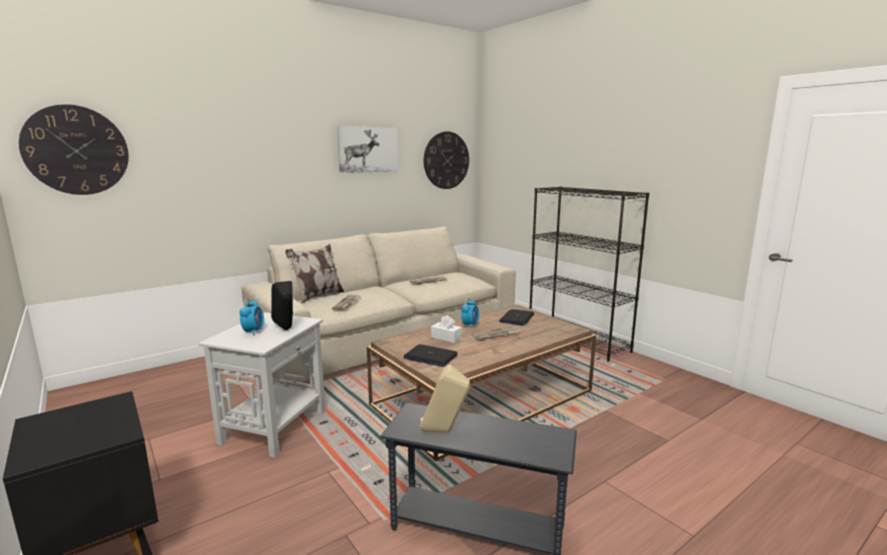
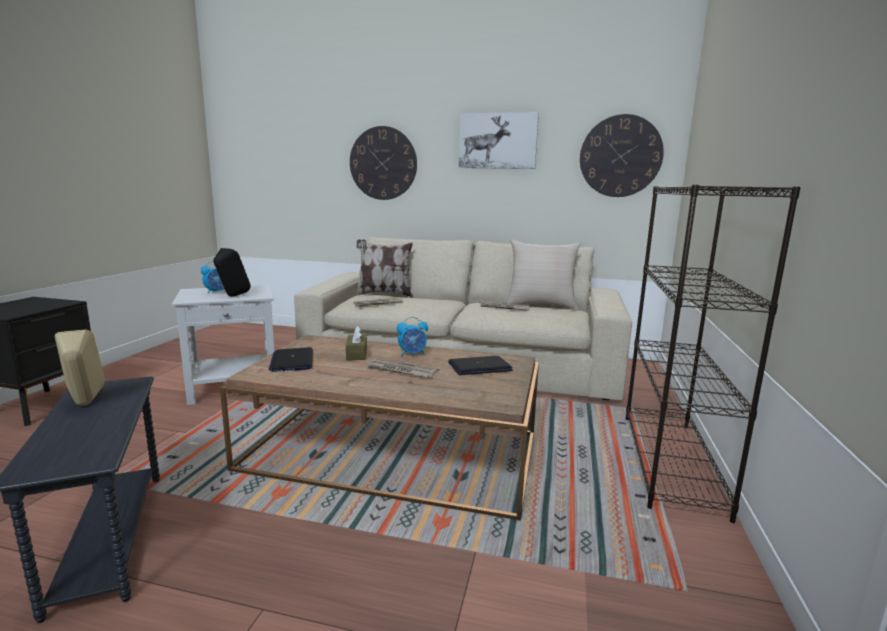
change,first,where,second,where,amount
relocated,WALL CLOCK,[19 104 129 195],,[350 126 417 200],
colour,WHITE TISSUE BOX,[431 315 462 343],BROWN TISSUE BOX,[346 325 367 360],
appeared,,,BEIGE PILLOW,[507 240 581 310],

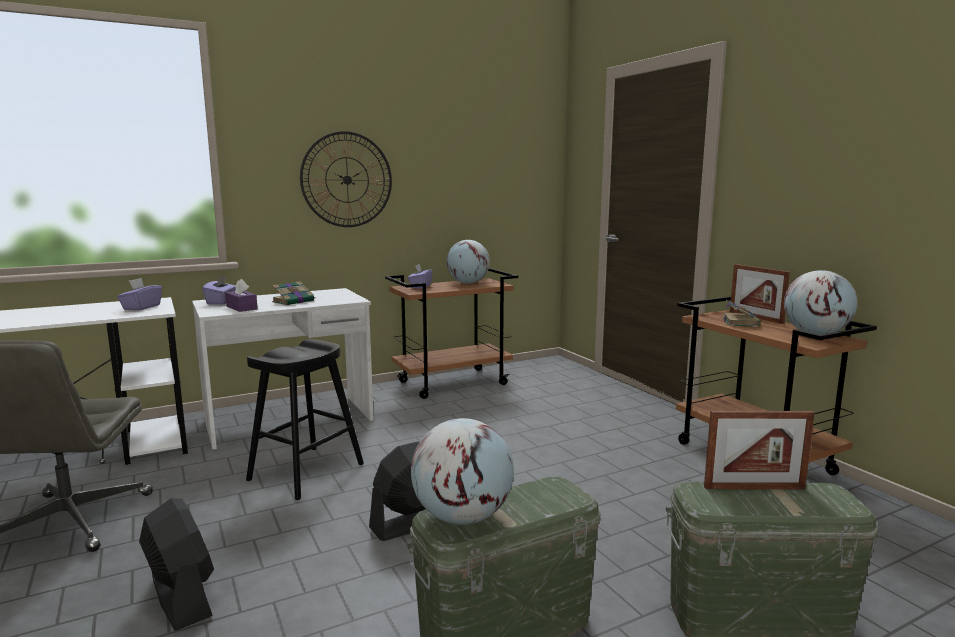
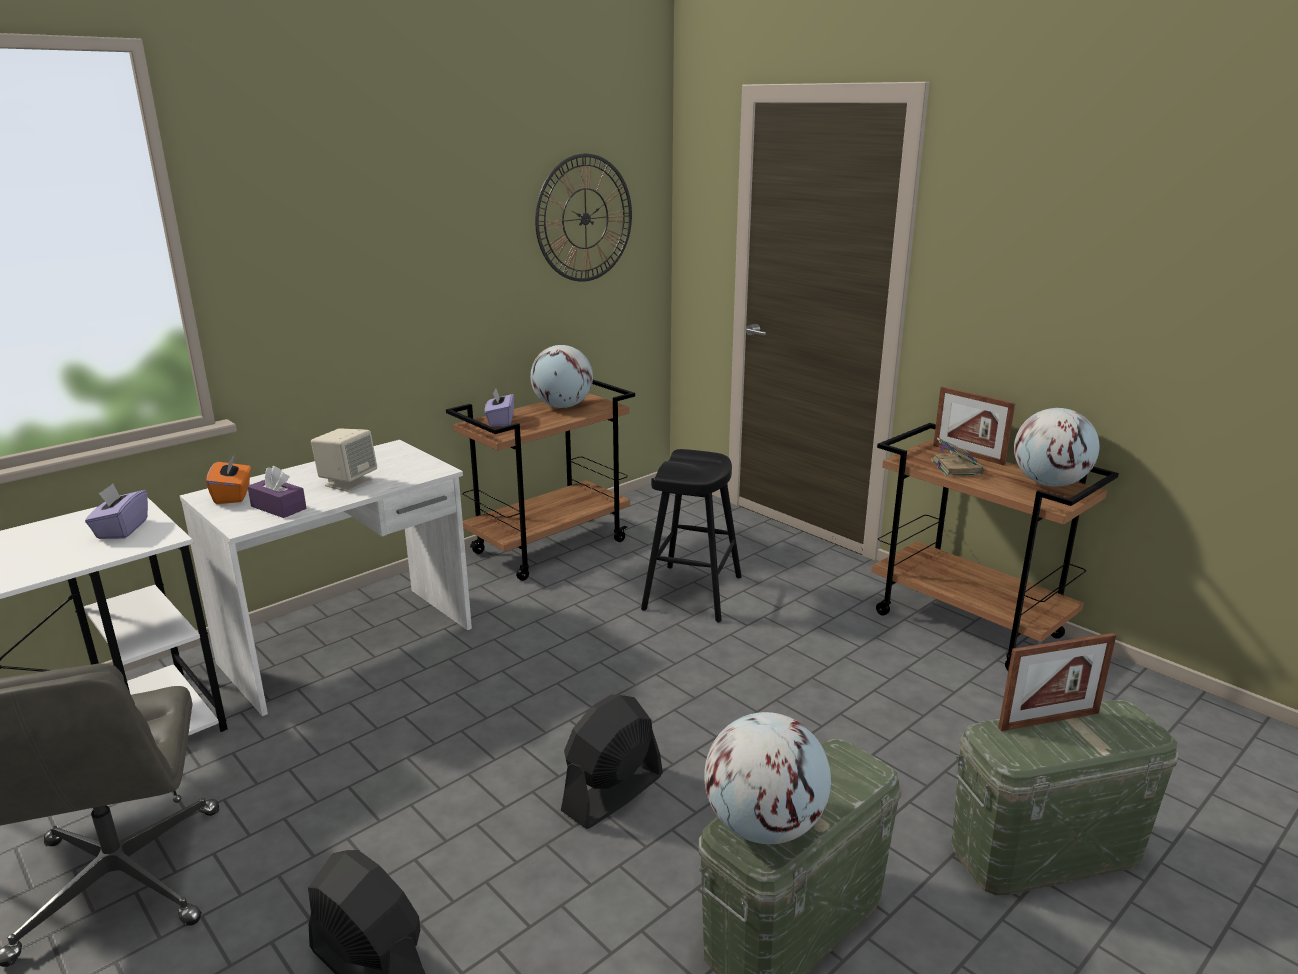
change,first,where,second,where,amount
colour,PURPLE TISSUE BOX,[202 275 236 305],ORANGE TISSUE BOX,[206 454 251 504],
relocated,BLACK STOOL,[246 339 364 500],,[641 449 742 622],
exchanged,BOOK,[272 281 314 305],BEIGE SPEAKER,[311 429 377 492],
relocated,WALL CLOCK,[300 131 392 227],,[535 154 632 282],

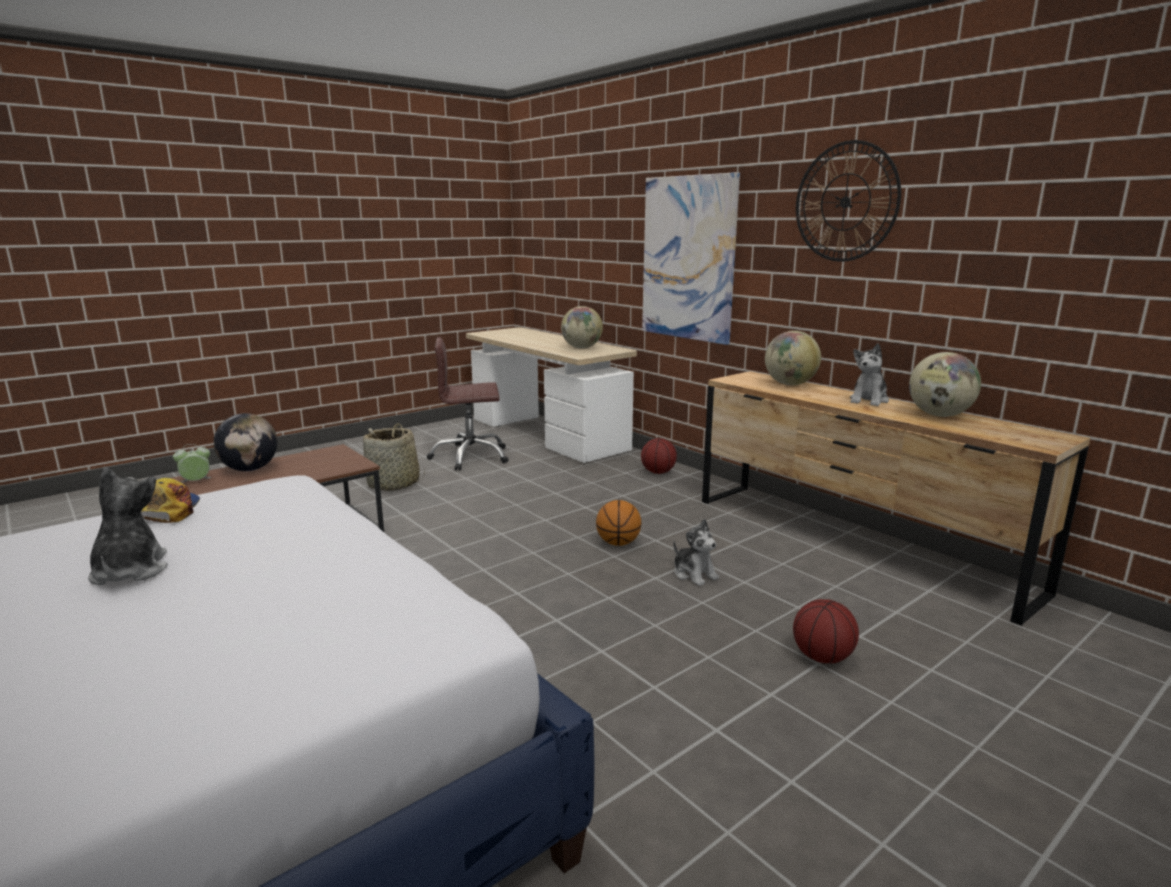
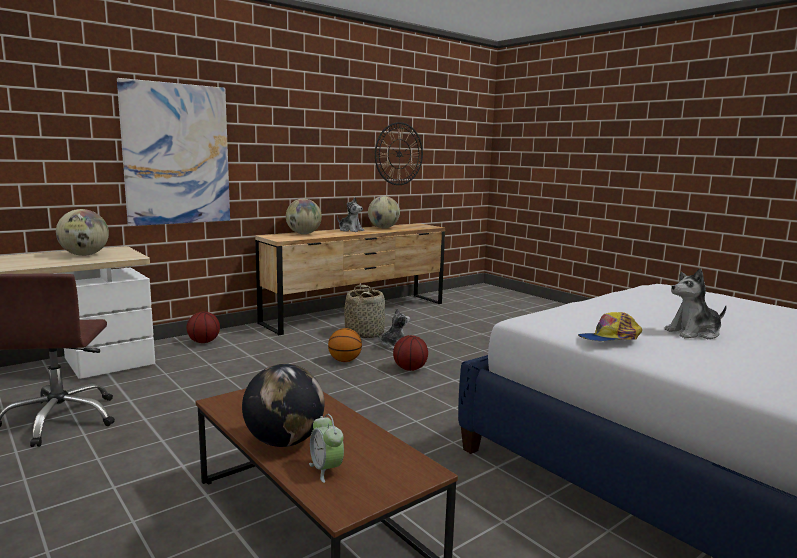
change,first,where,second,where,amount
relocated,BASKET,[363 423 425 491],,[344 285 385 338],
relocated,BASKETBALL,[793 599 859 663],,[393 335 428 371],
relocated,WALL CLOCK,[796 140 901 262],,[375 122 423 185],

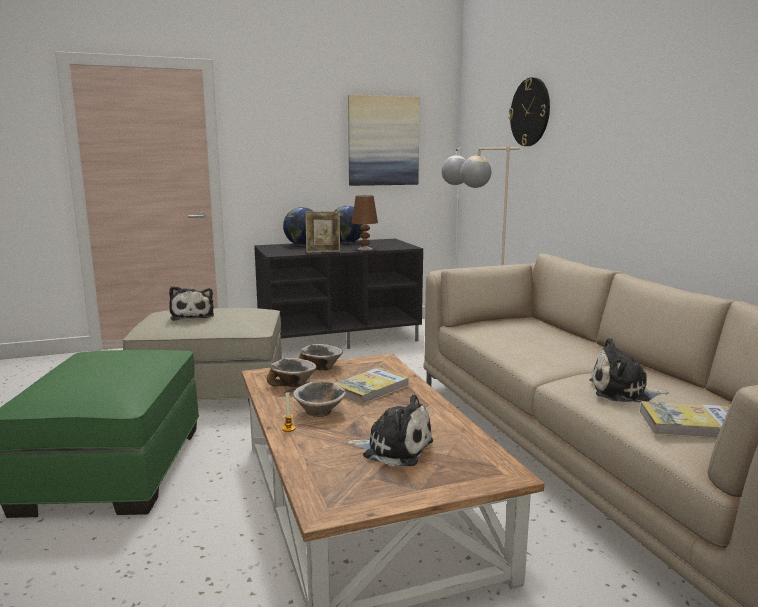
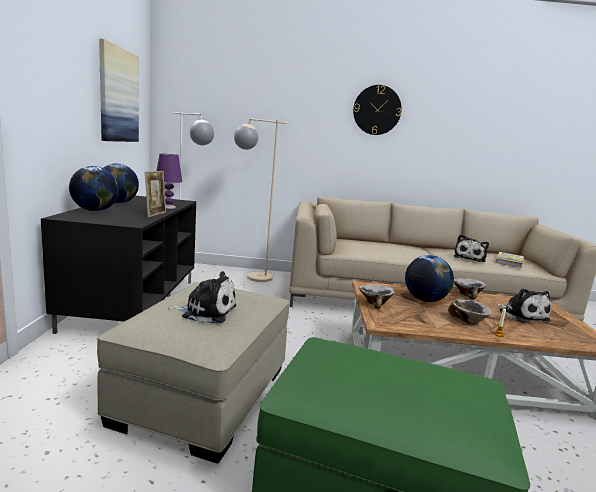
change,first,where,second,where,amount
relocated,BOWL,[267 358 317 387],,[454 278 486 300],
exchanged,BOOK,[335 367 410 404],GLOBE,[405 255 454 302],
spun,PLUSH TOY,[346 395 433 466],,[497 288 551 323],120 degrees clockwise
colour,BROWN TABLE LAMP,[352 195 378 250],PURPLE TABLE LAMP,[156 154 182 209],
relocated,WALL CLOCK,[509 77 550 146],,[353 85 402 135],

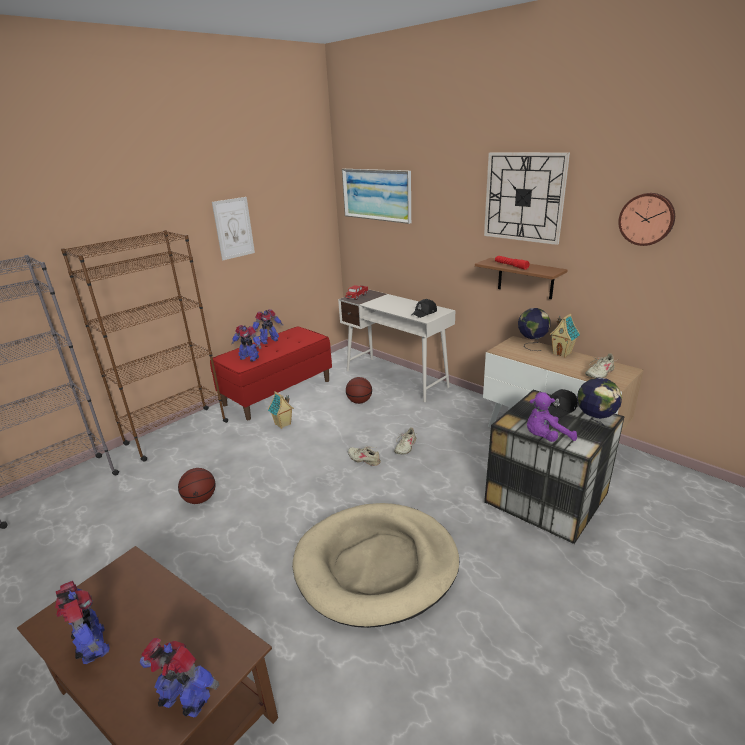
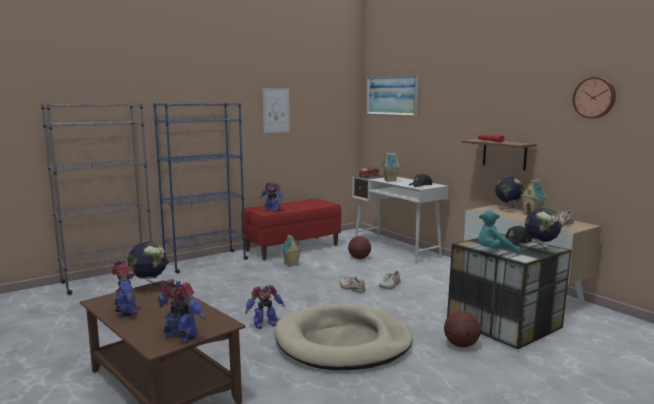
change,first,where,second,where,amount
colour,BROWN BOOKCASE,[61 230 229 461],BLUE BOOKCASE,[153 103 248 273],
relocated,BASKETBALL,[178 468 216 504],,[444 311 481 347],
relocated,TOY ROBOT,[253 309 283 344],,[245 285 285 329],
missing,WALL CLOCK,[484 152 570 245],,,
colour,PURPLE PLUSH TOY,[527 392 577 442],TURQUOISE PLUSH TOY,[478 210 521 255],
appeared,,,GLOBE,[127 241 167 294],
appeared,,,TOY HOUSE,[382 153 399 182],

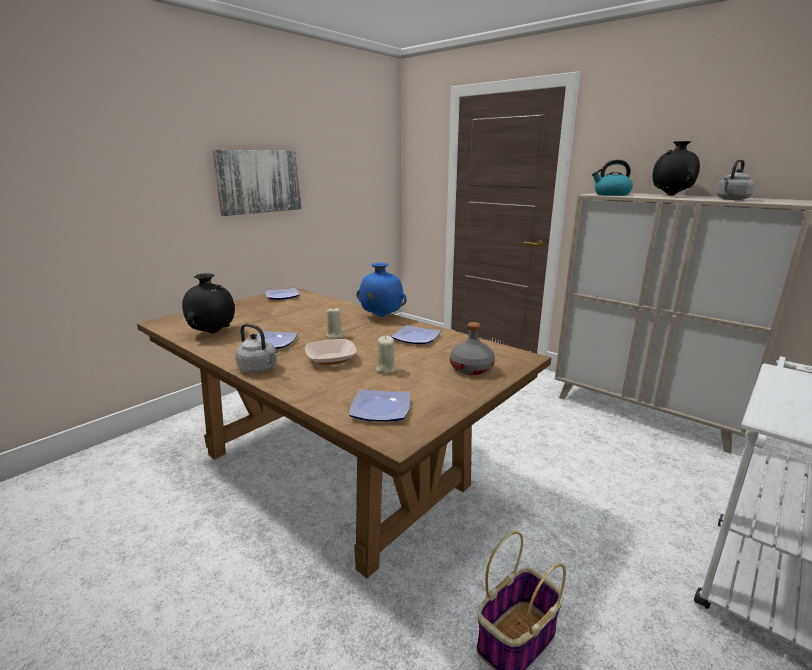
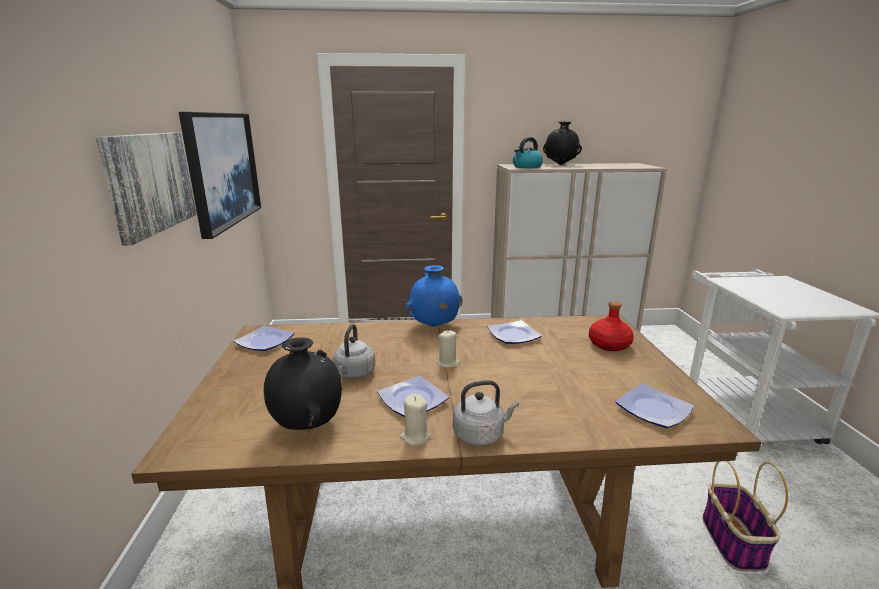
change,first,where,second,where,amount
missing,BOWL,[305 339 356 365],,,
relocated,BEIGE CANDLE,[376 336 396 374],,[400 394 431 446],
colour,GREY BOTTLE,[450 322 495 375],RED BOTTLE,[589 301 634 351],
relocated,GREY KETTLE,[716 160 755 200],,[333 324 375 379],
appeared,,,PICTURE,[179 112 261 239],

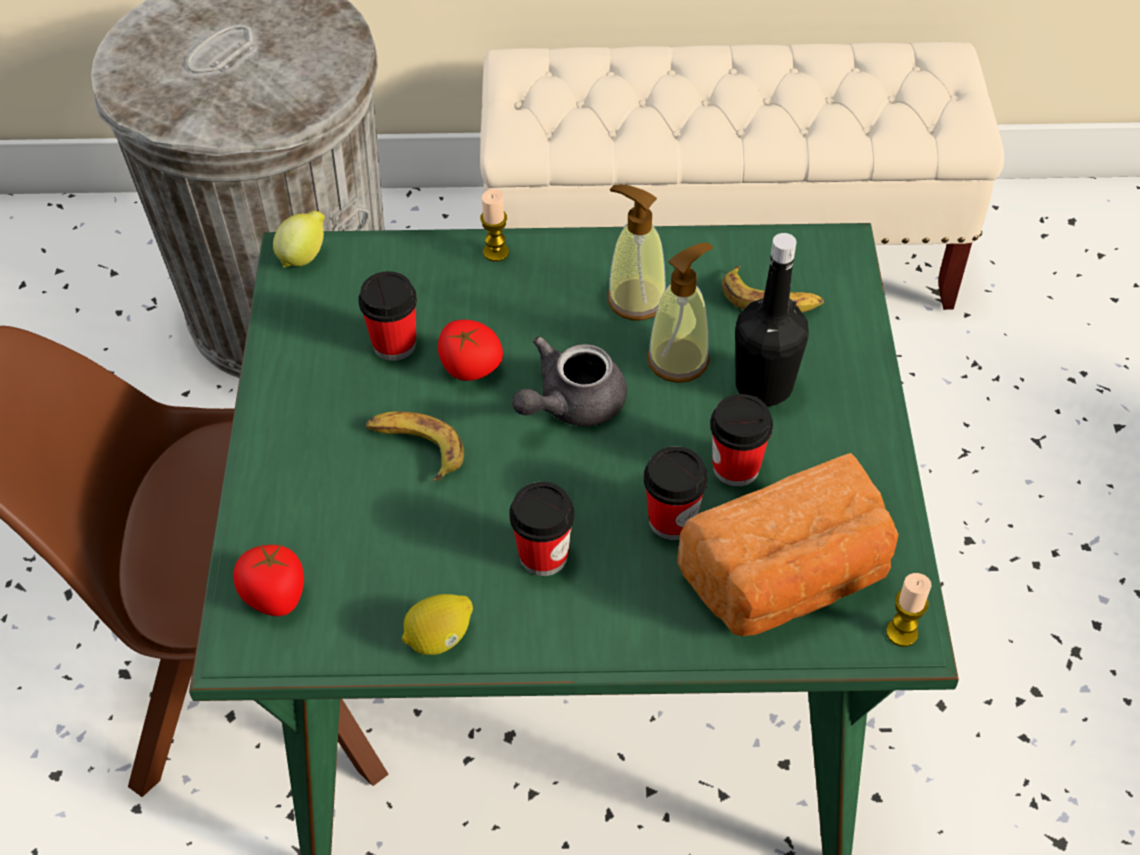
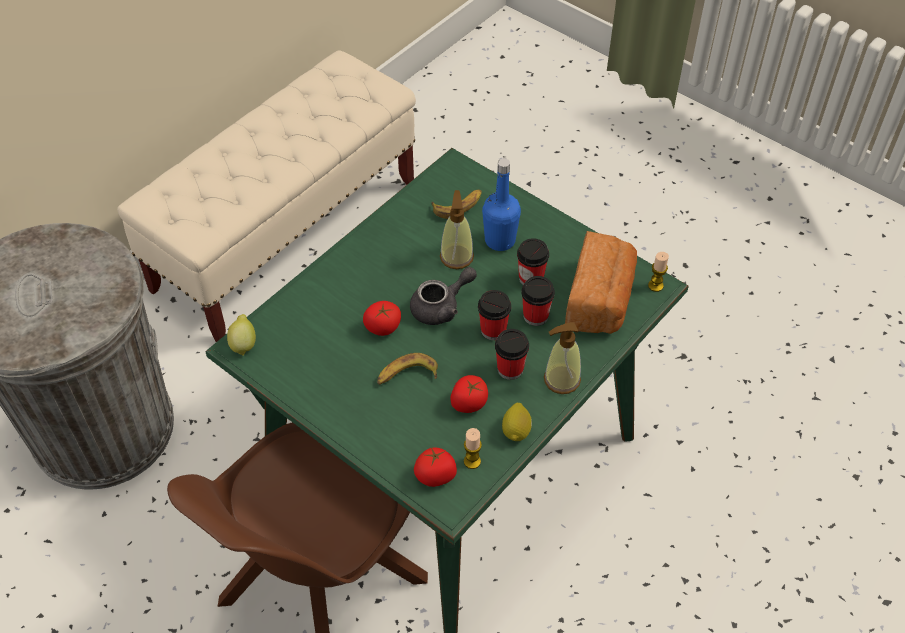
change,first,where,second,where,amount
relocated,CUP,[358 271 417 361],,[478 290 511 340],
relocated,CANDLE,[480 189 509 262],,[464 428 482 469],
spun,GREY TEAPOT,[512 337 627 426],,[410 267 477 325],120 degrees counterclockwise
relocated,SOAP DISPENSER,[607 185 666 320],,[544 322 581 394],
colour,BLACK BOTTLE,[735 233 809 406],BLUE BOTTLE,[482 158 521 251],
appeared,,,TOMATO,[450 375 488 413],

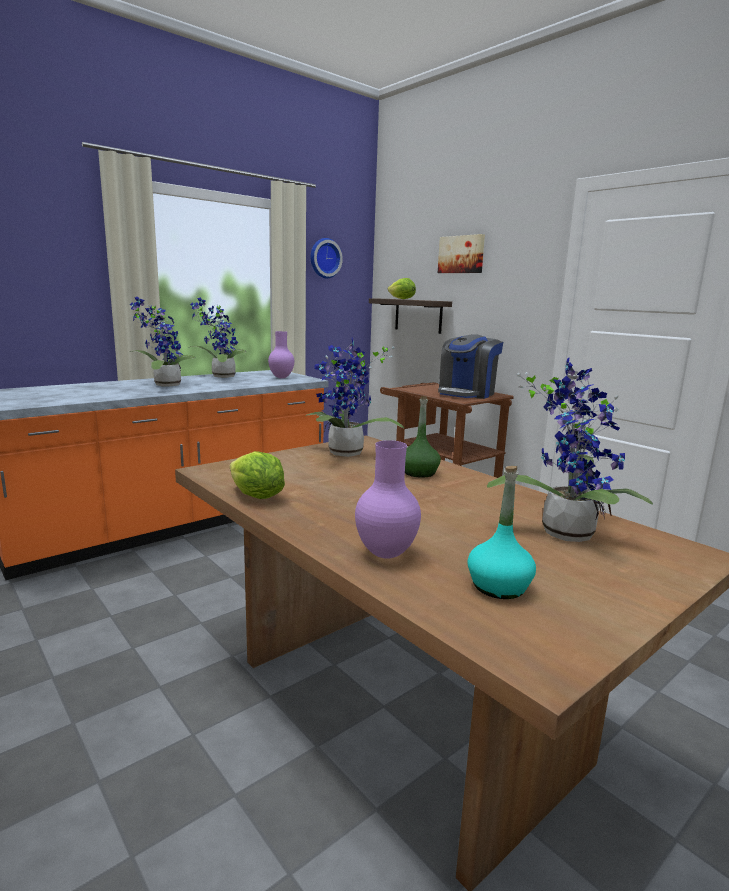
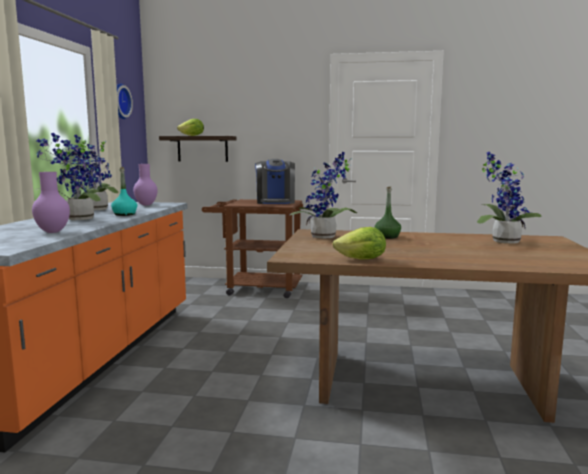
change,first,where,second,where,amount
relocated,PURPLE VASE,[355 440 421 559],,[32 172 70 233],
missing,PICTURE,[438 234 485 273],,,
relocated,TURQUOISE BOTTLE,[467 466 536 599],,[111 167 137 216],

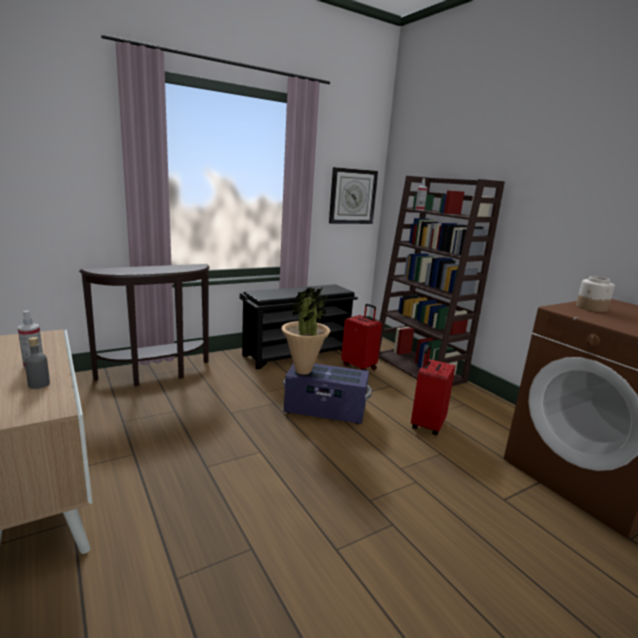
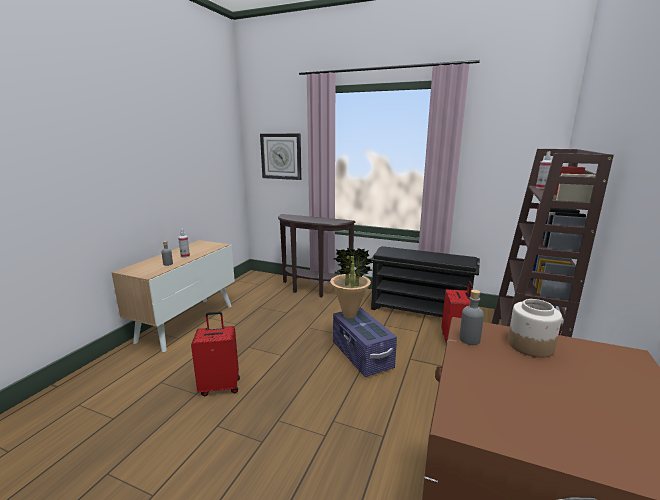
change,first,where,second,where,amount
relocated,WALL CLOCK,[329 167 378 224],,[260 133 302 180],
relocated,RED SUITCASE,[411 345 455 435],,[191 312 240 396],
appeared,,,GREY BOTTLE,[459 290 484 345],

